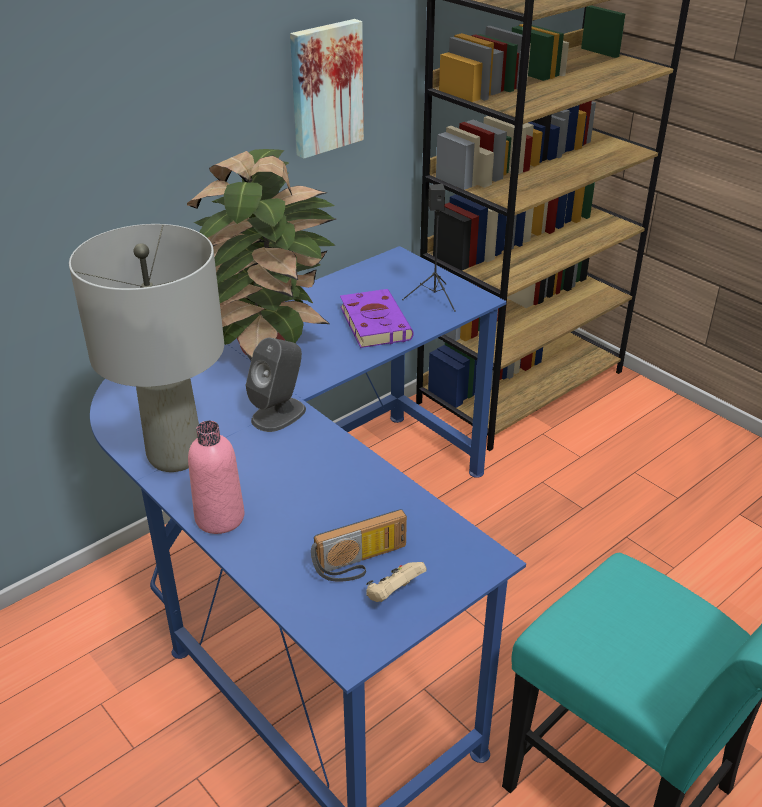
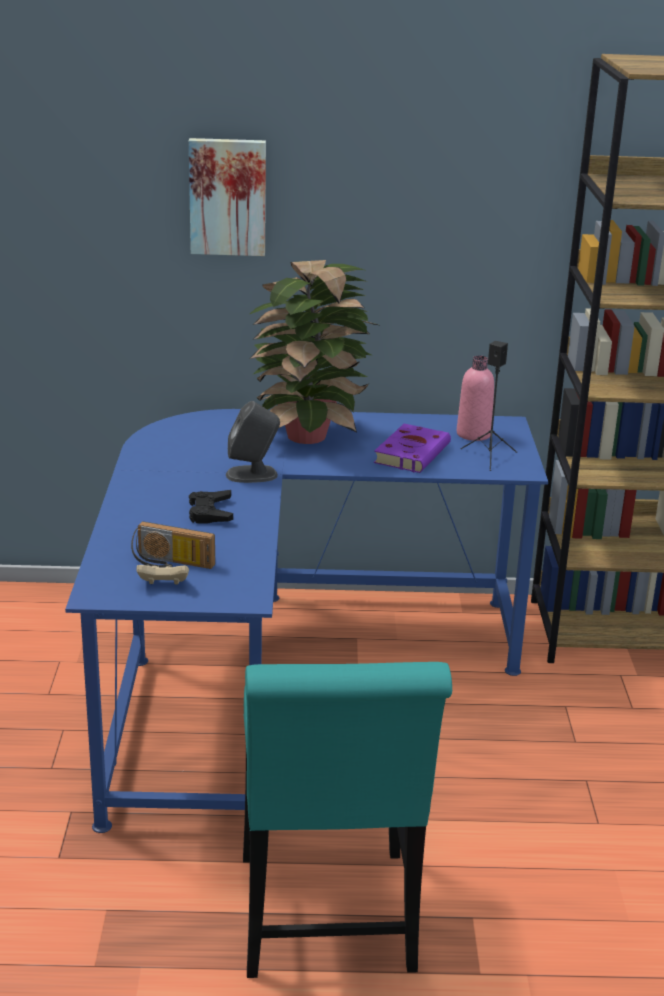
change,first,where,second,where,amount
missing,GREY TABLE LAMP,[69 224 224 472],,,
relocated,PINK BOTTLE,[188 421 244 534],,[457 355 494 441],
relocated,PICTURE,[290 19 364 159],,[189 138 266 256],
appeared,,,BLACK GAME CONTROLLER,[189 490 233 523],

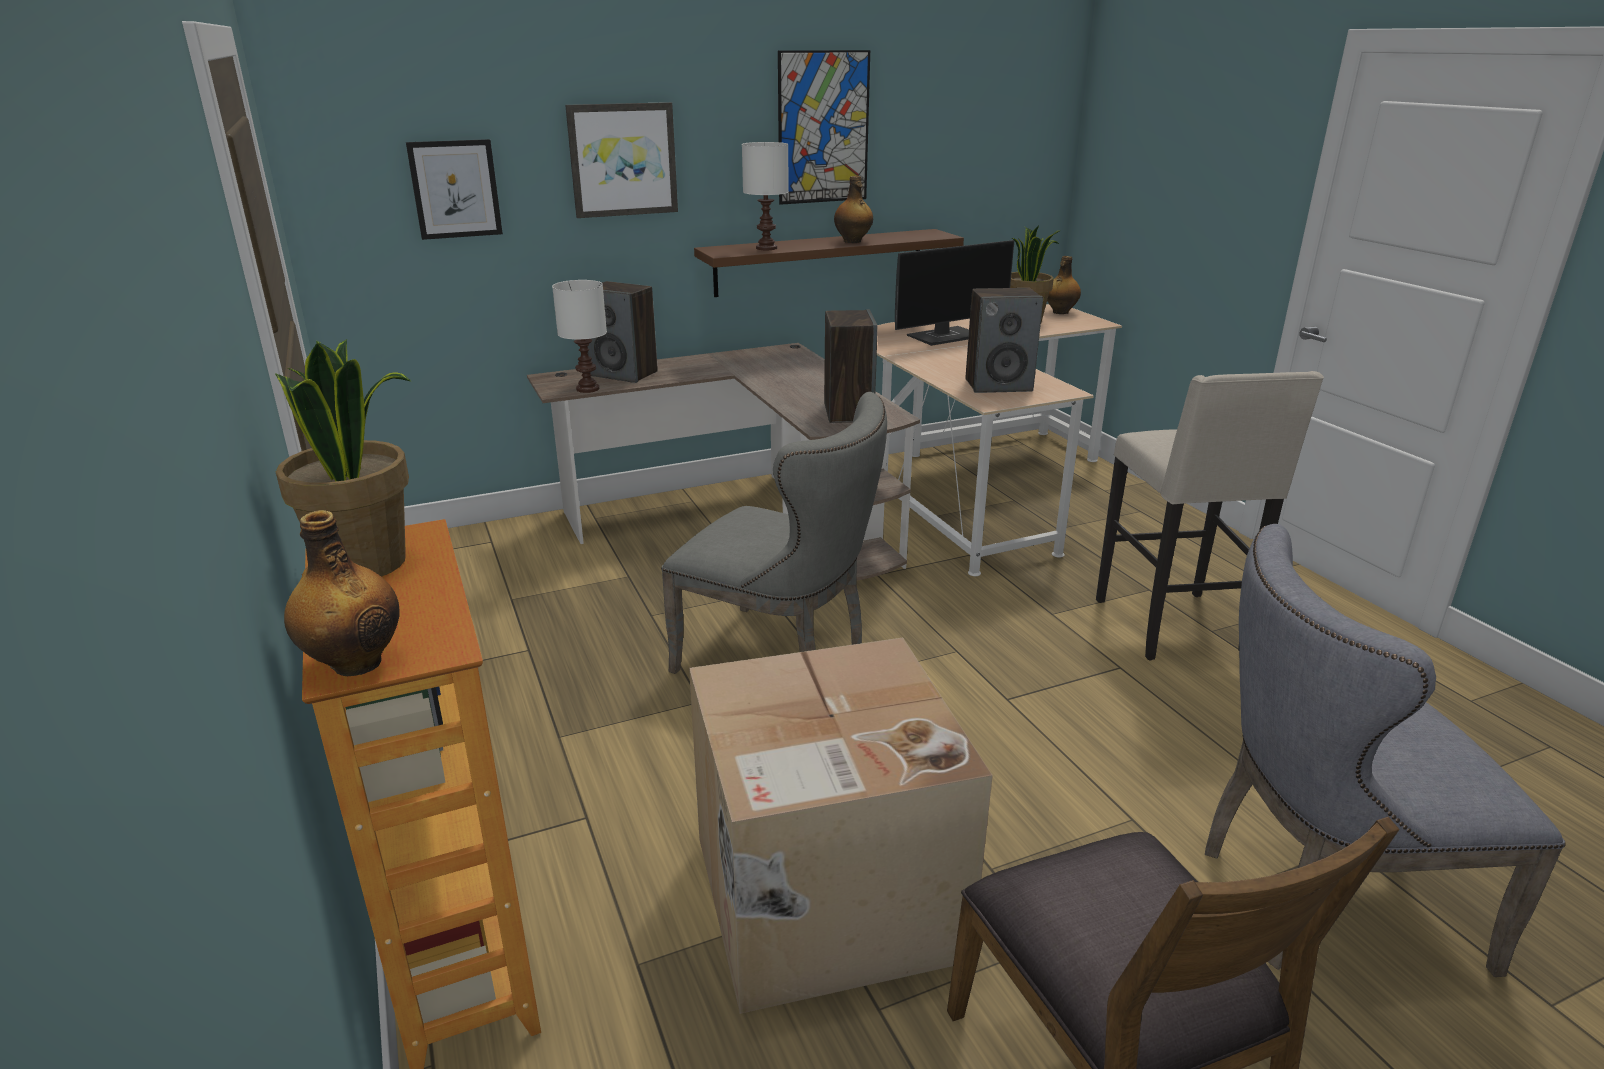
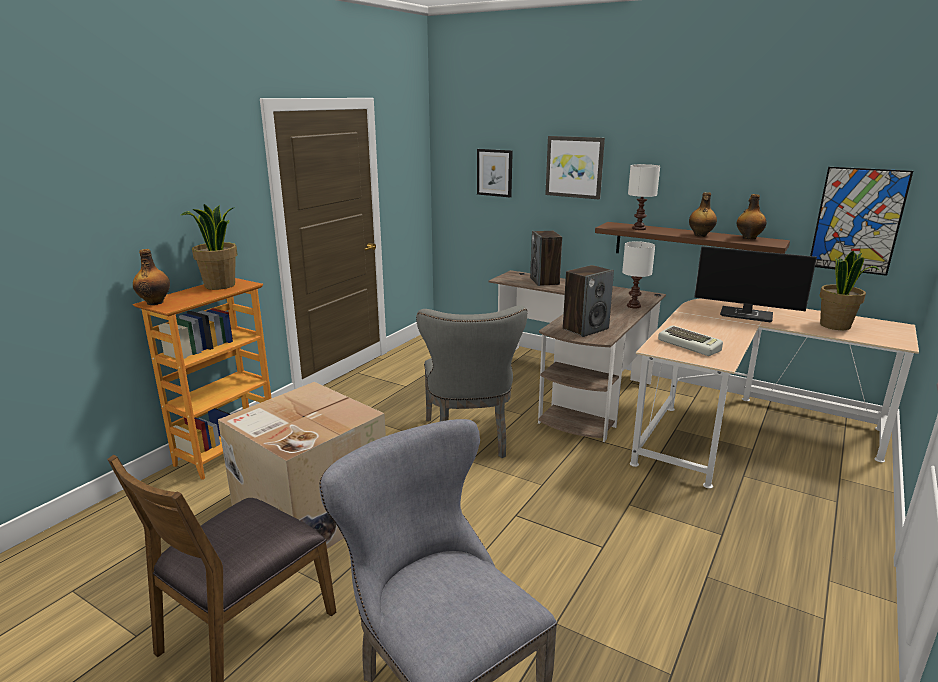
change,first,where,second,where,amount
relocated,WHITE TABLE LAMP,[552 280 607 393],,[622 241 655 308],
relocated,PICTURE,[778 50 870 205],,[810 167 913 276],
exchanged,SPEAKER,[966 288 1043 393],KEYBOARD,[658 325 723 356],
relocated,BOTTLE,[1047 256 1081 314],,[737 194 767 239],
missing,BEIGE STOOL,[1096 371 1324 660],,,

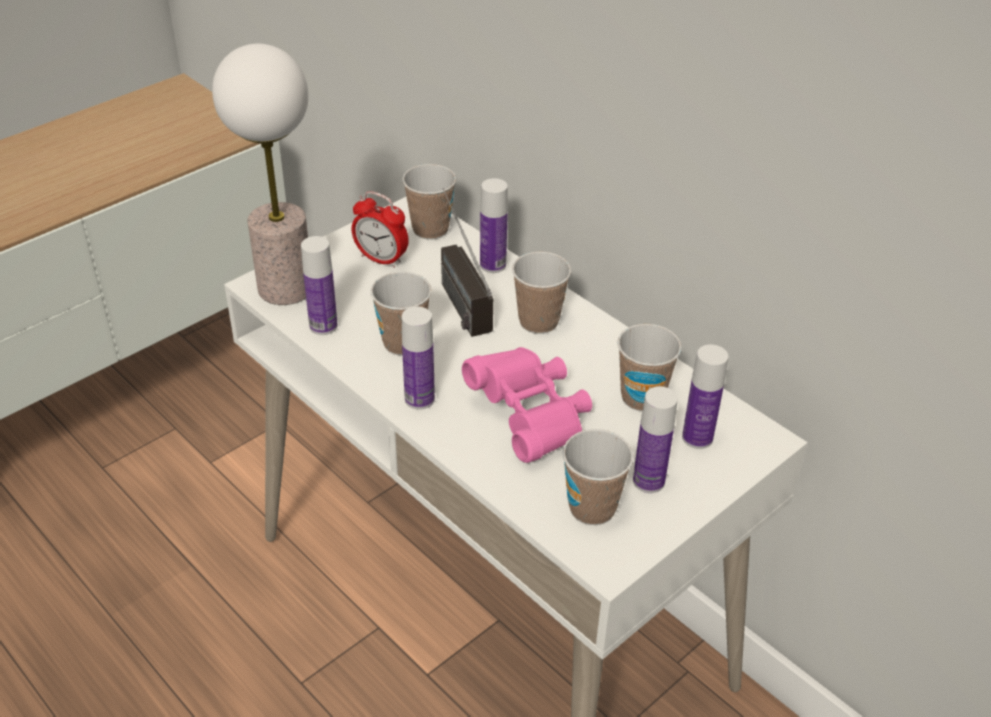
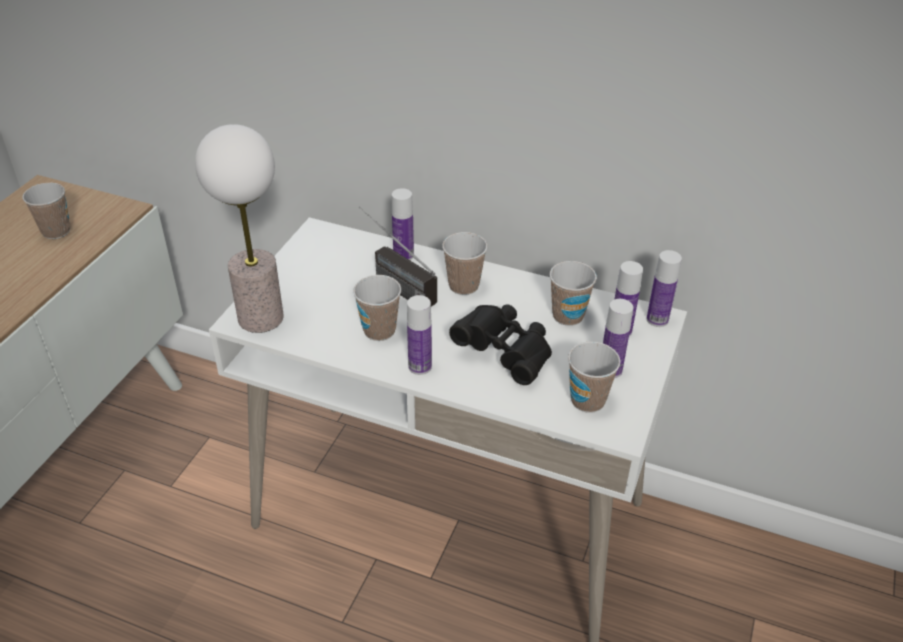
change,first,where,second,where,amount
relocated,BOTTLE,[301 236 338 335],,[646 250 682 327],
missing,ALARM CLOCK,[352 191 409 268],,,
relocated,CUP,[402 164 456 240],,[22 183 70 239],
colour,PINK BINOCULARS,[462 347 592 463],BLACK BINOCULARS,[449 304 552 385],

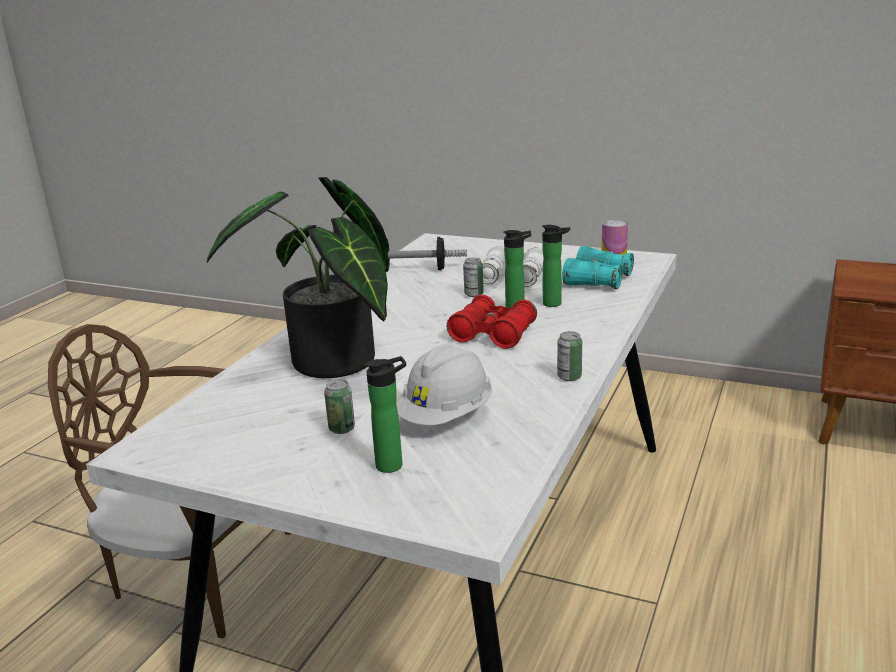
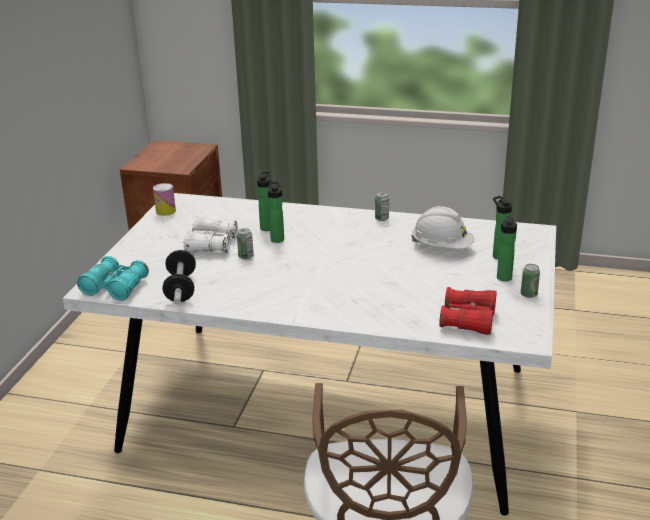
change,first,where,second,where,amount
missing,POTTED PLANT,[207 177 388 378],,,
relocated,CAN,[324 379 355 434],,[521 264 540 298],
relocated,RED BINOCULARS,[447 295 537 349],,[439 287 497 335],
relocated,TURQUOISE BINOCULARS,[562 246 634 289],,[77 256 149 301],
appeared,,,BOTTLE,[497 216 517 282],

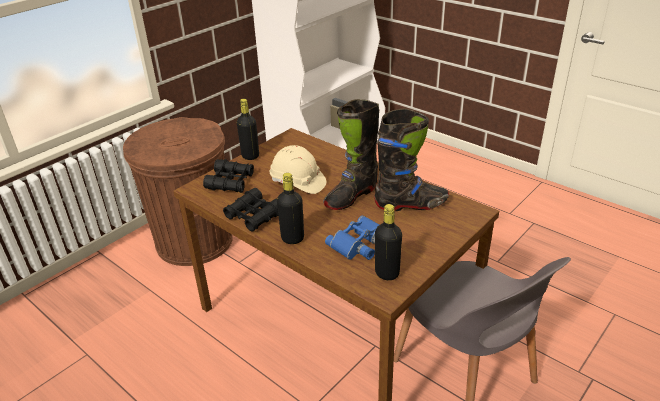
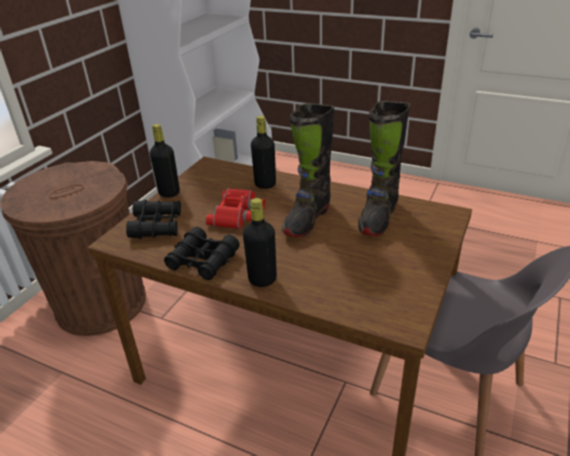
change,first,where,second,where,amount
exchanged,BEIGE HARD HAT,[270 145 326 194],RED BINOCULARS,[206 188 265 229],
missing,BLUE BINOCULARS,[325 216 379 260],,,
spun,BLACK BOOT,[374 108 449 211],,[358 101 410 236],135 degrees clockwise
relocated,BLACK BOTTLE,[375 204 402 280],,[251 116 276 189],

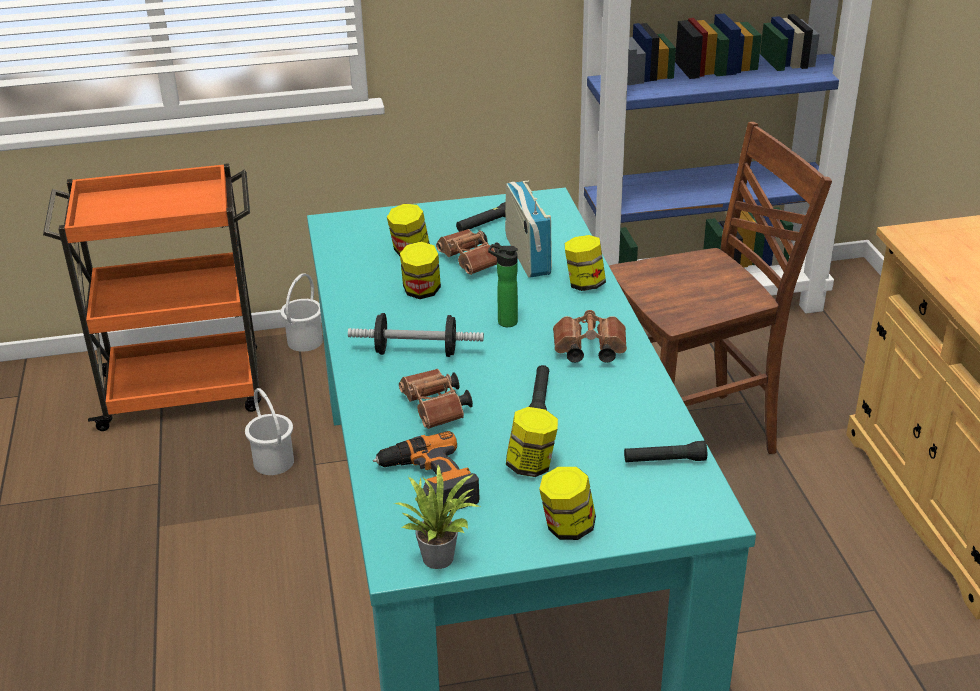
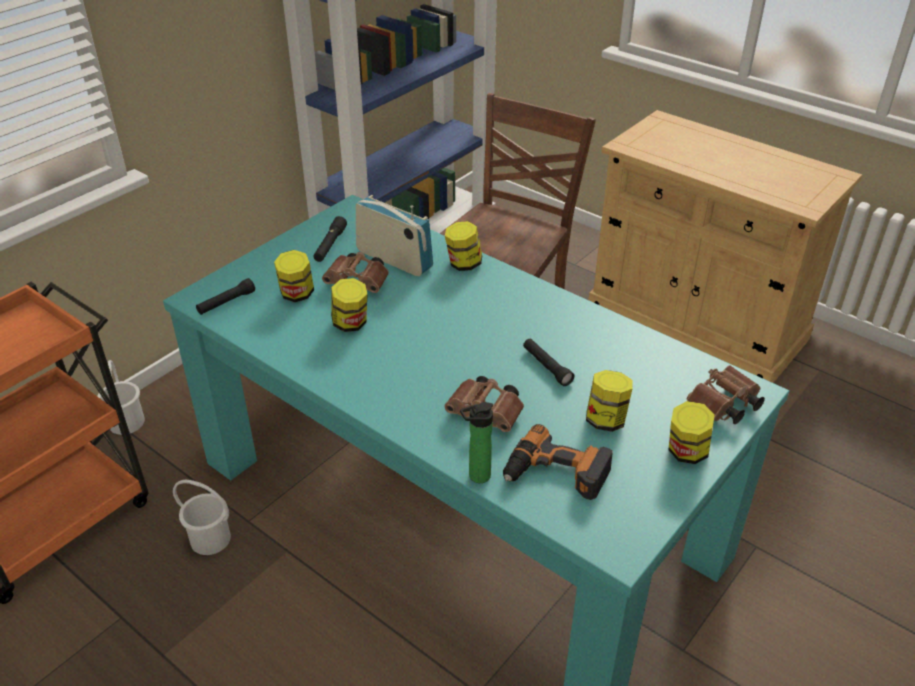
change,first,where,second,where,amount
missing,DUMBBELL,[348 313 484 357],,,
missing,POTTED PLANT,[394 463 480 569],,,
relocated,BOTTLE,[488 244 518 327],,[460 402 493 483],
relocated,BROWN BINOCULARS,[553 310 627 363],,[687 365 765 424],
relocated,BLACK FLASHLIGHT,[624 441 707 463],,[196 278 255 315],

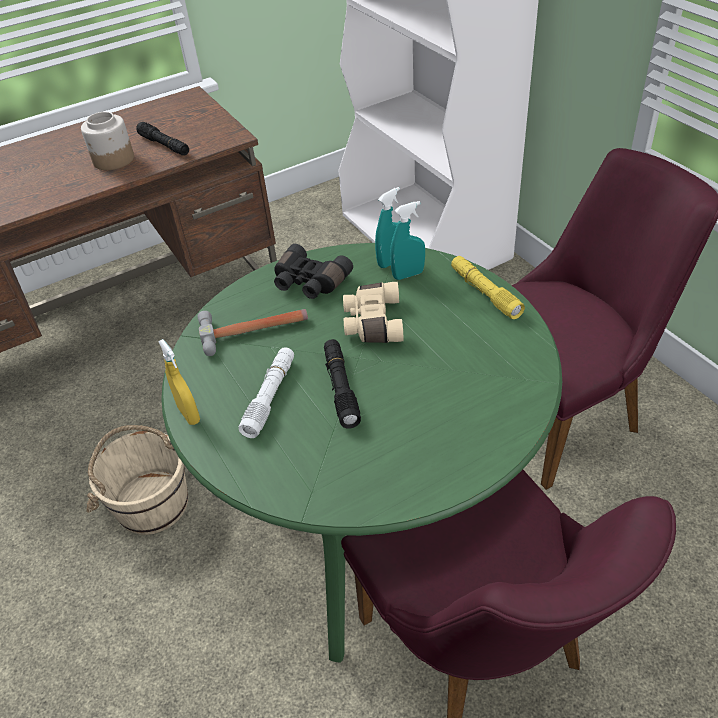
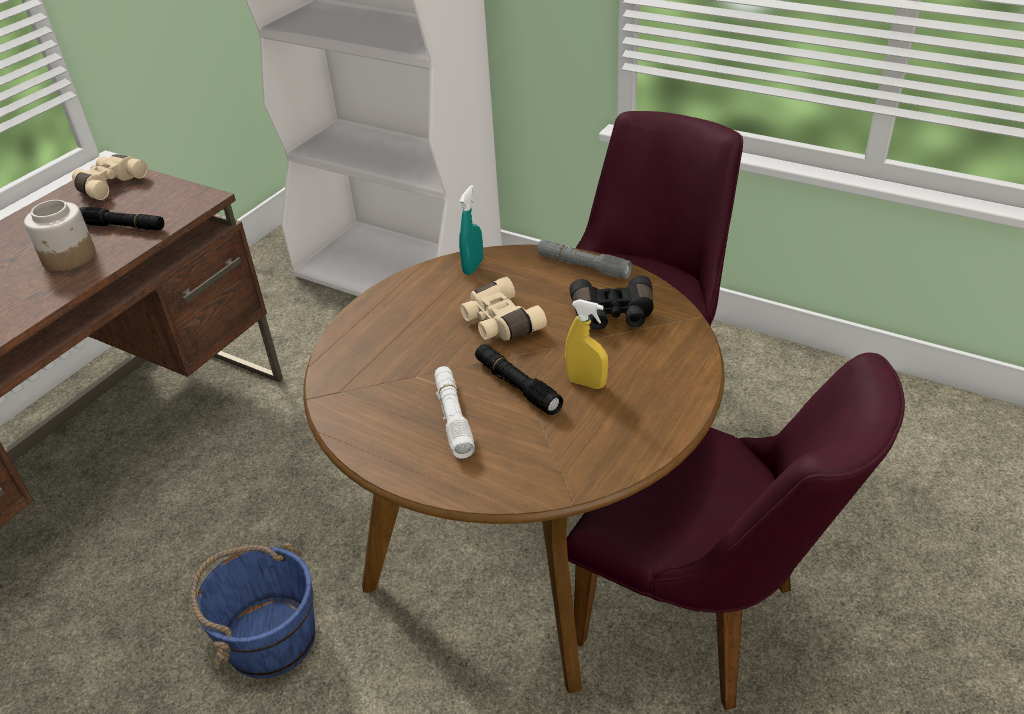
change,first,where,second,where,amount
colour,BEIGE BUCKET,[86 425 188 535],BLUE BUCKET,[190 542 315 678],
relocated,YELLOW SPRAY BOTTLE,[158 339 200 425],,[565 299 608 389],
colour,GREEN DINING TABLE,[161 243 562 662],BROWN DINING TABLE,[303 244 725 693],
missing,HAMMER,[198 309 308 356],,,
relocated,BLACK BINOCULARS,[274 244 353 299],,[570 275 654 330],
missing,TURQUOISE SPRAY BOTTLE,[390 201 425 280],,,
colour,YELLOW FLASHLIGHT,[451 256 525 319],GREY FLASHLIGHT,[537 240 632 279],
appeared,,,BEIGE BINOCULARS,[72 154 148 200],

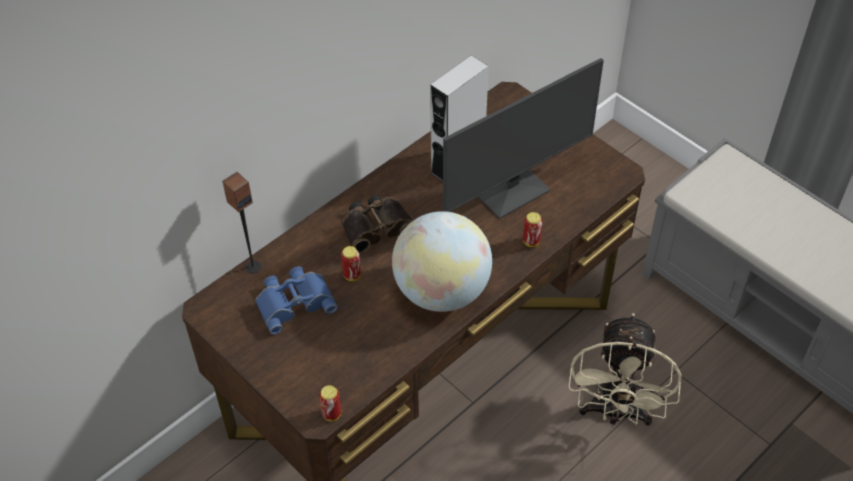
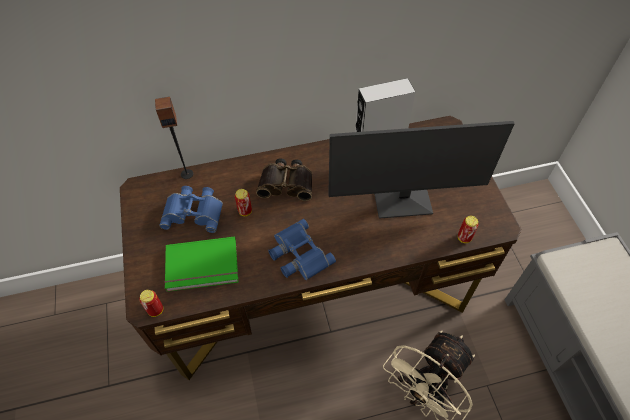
change,first,where,second,where,amount
exchanged,GLOBE,[392 211 492 312],BLUE BINOCULARS,[268 219 336 280],
relocated,CAN,[523 212 542 247],,[458 216 479 243],
appeared,,,GREEN BOOK,[164 236 239 292],

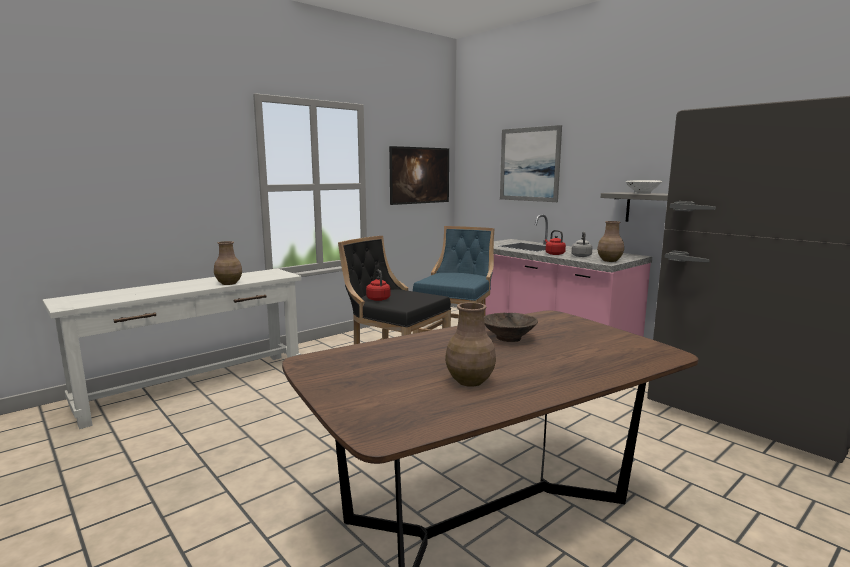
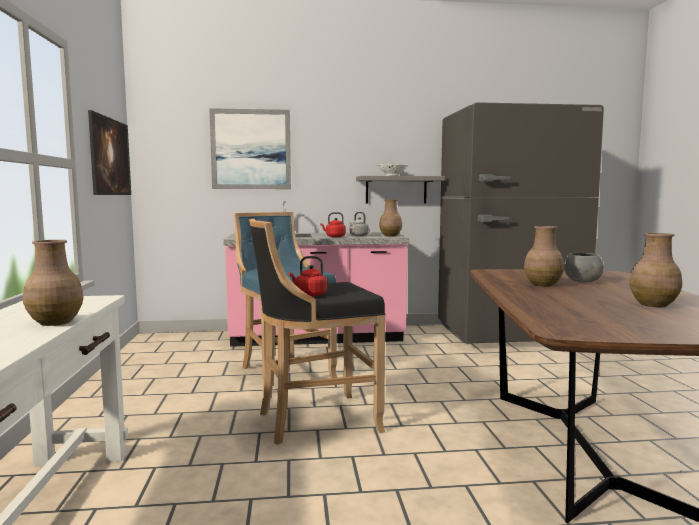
change,first,where,second,where,amount
exchanged,BROWN BOWL,[484 313 538 342],BROWN VASE,[524 226 564 287],
appeared,,,GREY BOWL,[564 253 604 283],

